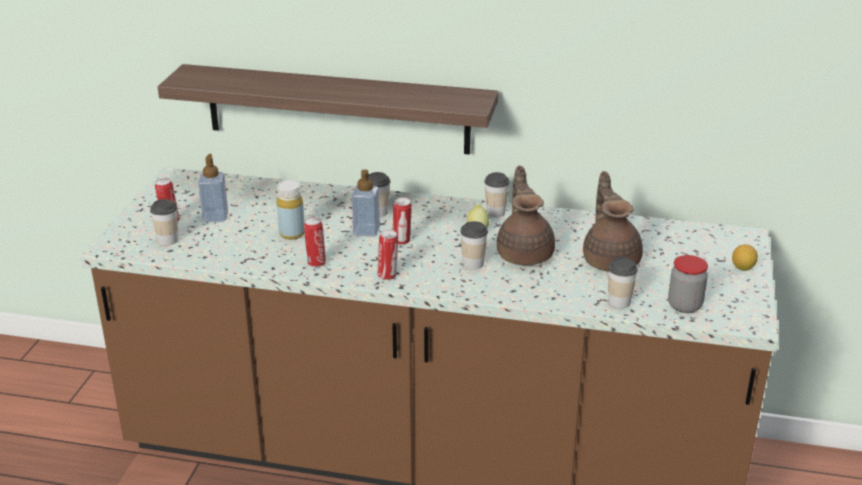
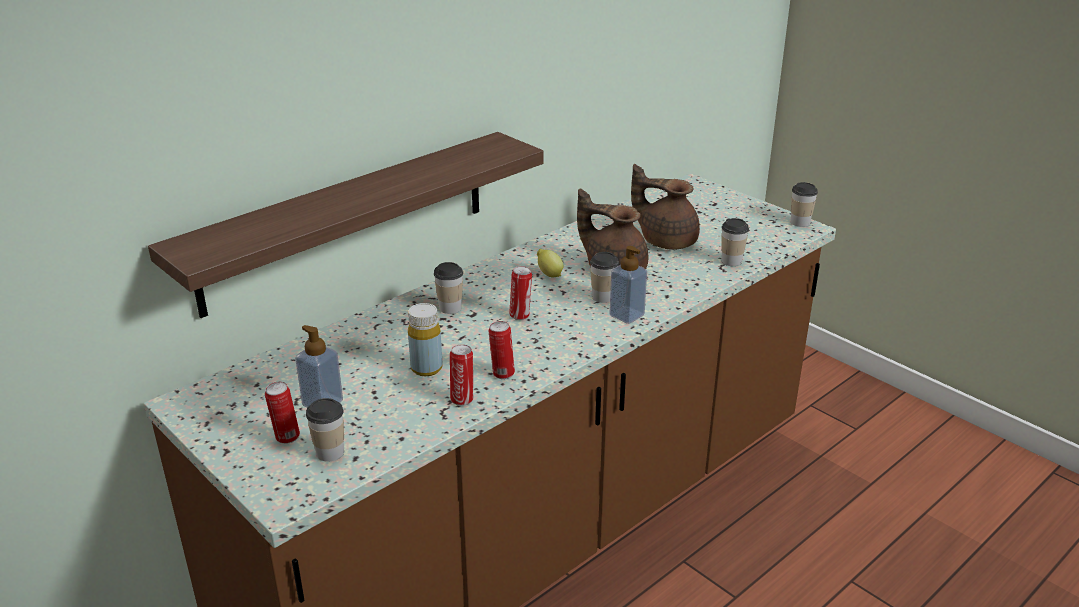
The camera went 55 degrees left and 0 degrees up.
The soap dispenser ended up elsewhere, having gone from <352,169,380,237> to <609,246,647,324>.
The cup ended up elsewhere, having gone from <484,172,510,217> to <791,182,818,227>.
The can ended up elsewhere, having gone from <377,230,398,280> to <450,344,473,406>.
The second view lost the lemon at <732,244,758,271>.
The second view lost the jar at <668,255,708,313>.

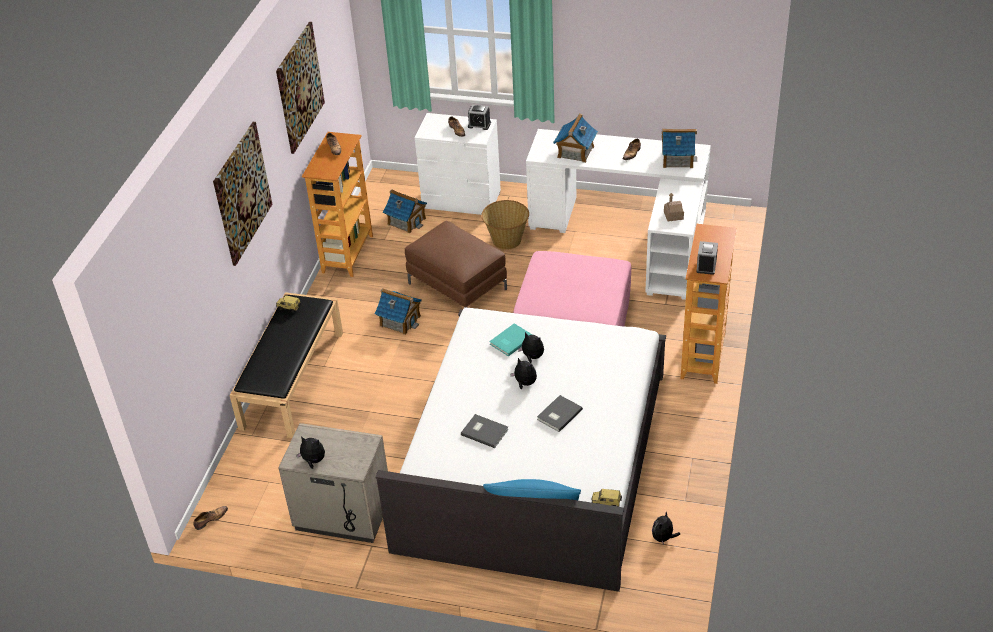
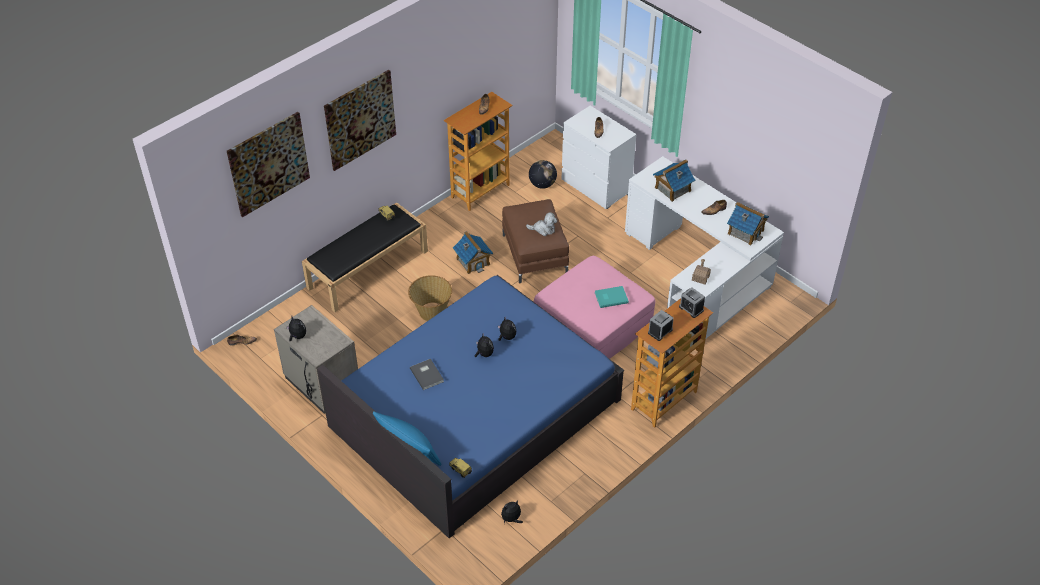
The camera went 30 degrees right and 5 degrees up.
The picture ended up elsewhere, having gone from <276,22,325,154> to <227,112,310,217>.
The alarm clock ended up elsewhere, having gone from <468,104,491,130> to <679,287,705,318>.
Where the toy house stood at <383,190,427,234>, the globe came to stand at <529,160,557,189>.
The basket ended up elsewhere, having gone from <481,200,529,250> to <408,275,452,321>.
What was the bed (white) at <376,308,666,592> turned into the bed (blue) at <317,275,624,538>.
The book (turquoise) ended up elsewhere, having gone from <489,323,532,356> to <595,286,629,308>.
The second view lost the book (grey) at <537,395,583,432>.
The second view gained the plush toy at <526,212,557,236>.

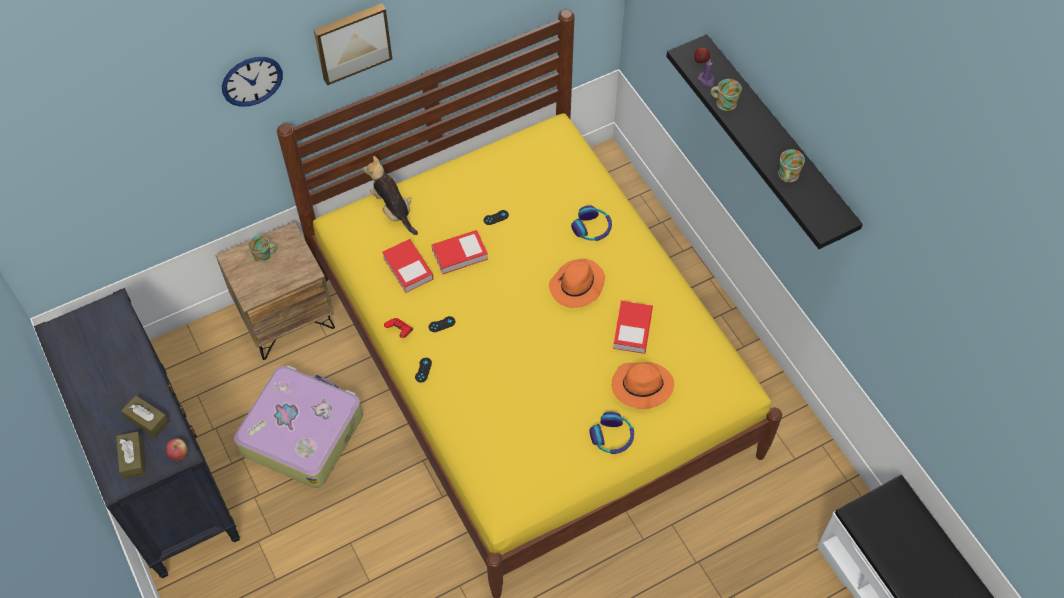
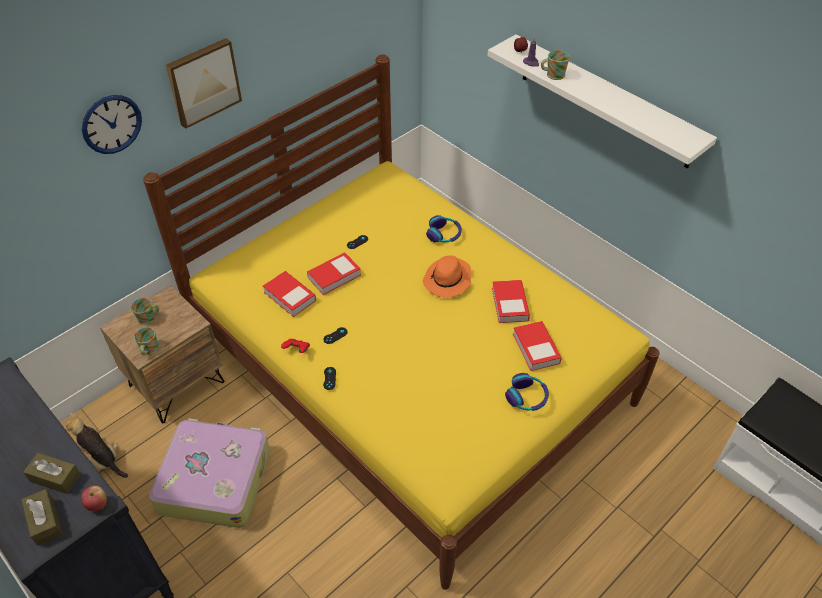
The camera went 15 degrees left and 10 degrees down.
What was the shelf (black) at <666,34,863,249> turned into the shelf (white) at <487,34,717,169>.
The mug ended up elsewhere, having gone from <778,149,805,182> to <134,327,159,355>.
The plush toy ended up elsewhere, having gone from <364,156,418,235> to <65,413,128,478>.
Where the hat (orange) stood at <612,362,674,409>, the book came to stand at <513,321,562,371>.

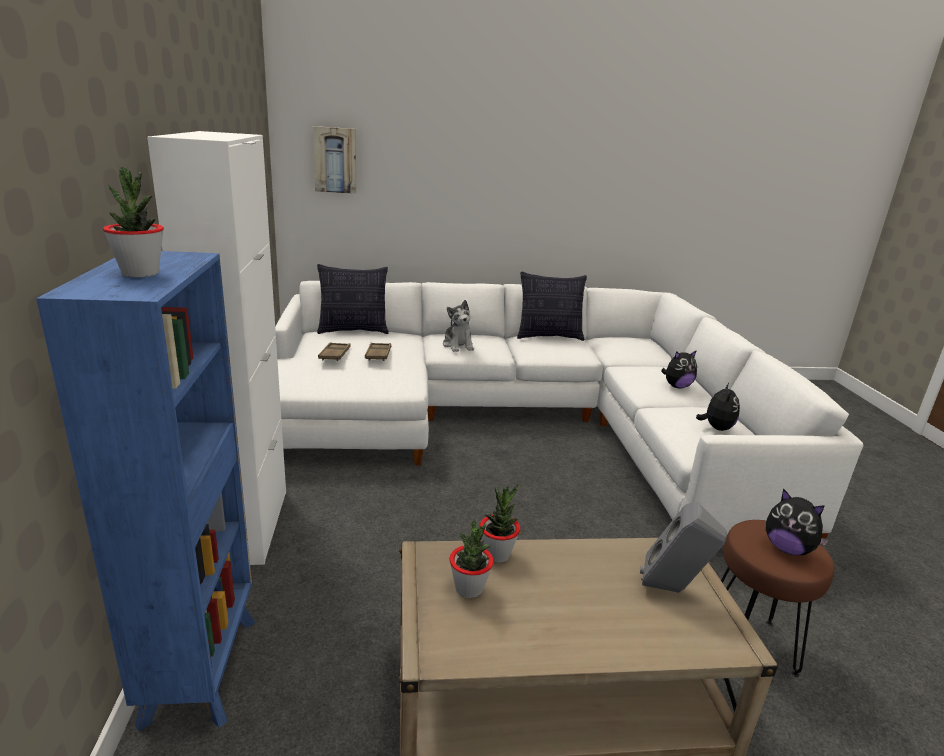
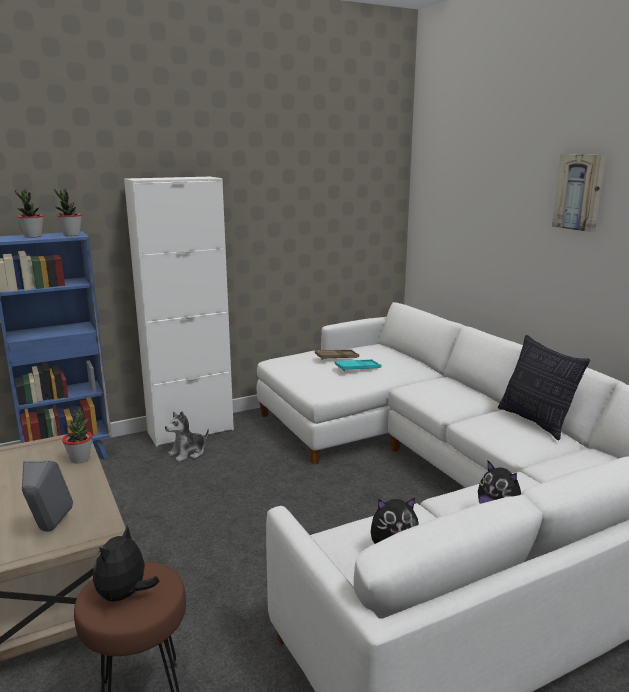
The camera went 70 degrees right and 5 degrees down.
The picture ended up elsewhere, having gone from <313,126,356,194> to <552,154,606,232>.
The second view lost the pillow at <317,264,389,334>.
The plush toy ended up elsewhere, having gone from <443,300,474,352> to <165,411,209,462>.
What was the tray (brown) at <365,343,391,361> turned into the tray (turquoise) at <335,359,381,371>.
The potted plant ended up elsewhere, having gone from <449,520,494,598> to <54,189,82,236>.

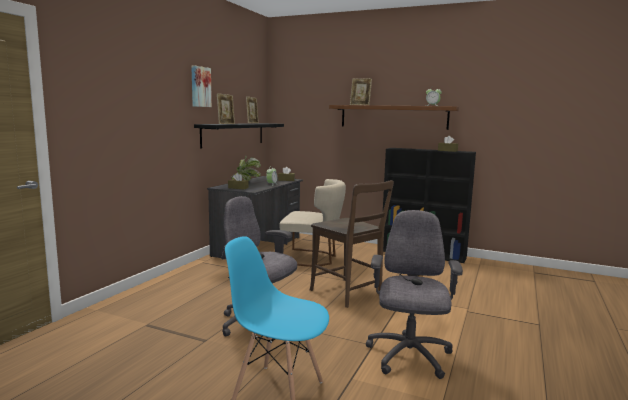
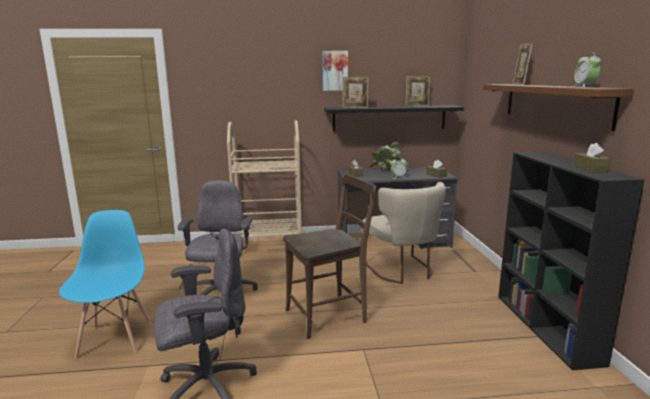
The camera went 60 degrees right and 5 degrees up.
The chair (brown) at <310,180,394,308> ended up facing another way, 135 degrees counterclockwise from before.
The second view gained the cart (beige) at <227,120,302,241>.

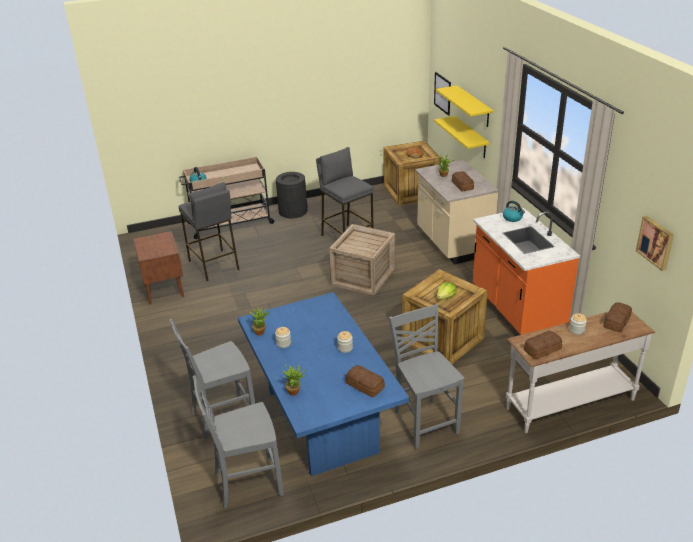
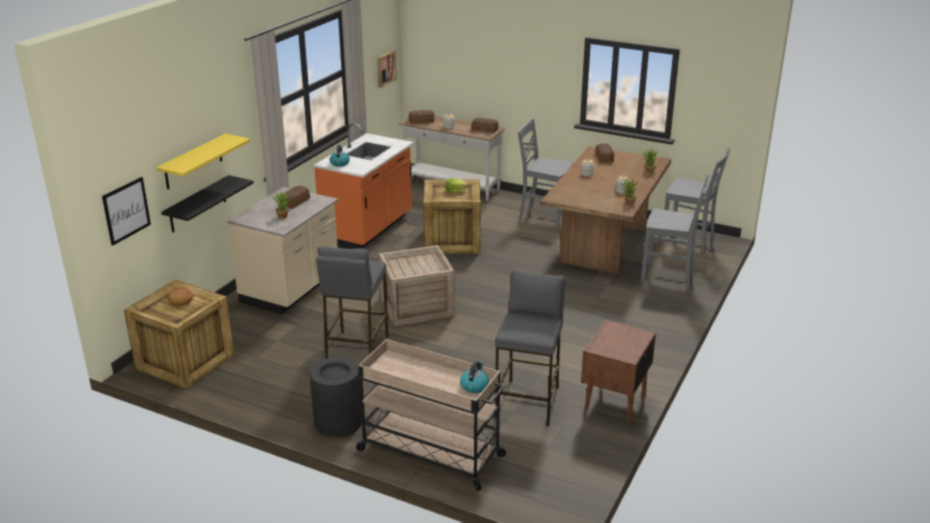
The camera went 135 degrees left and 5 degrees down.
What was the shelf (yellow) at <434,116,490,158> turned into the shelf (black) at <161,175,254,232>.
What was the dining table (blue) at <238,292,409,476> turned into the dining table (brown) at <540,147,671,274>.
The chair (grey) at <389,304,464,449> ended up facing another way, 90 degrees clockwise from before.

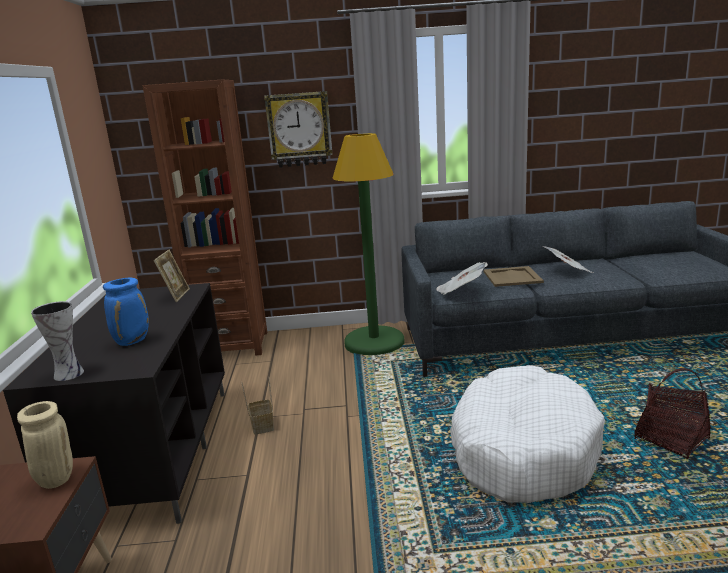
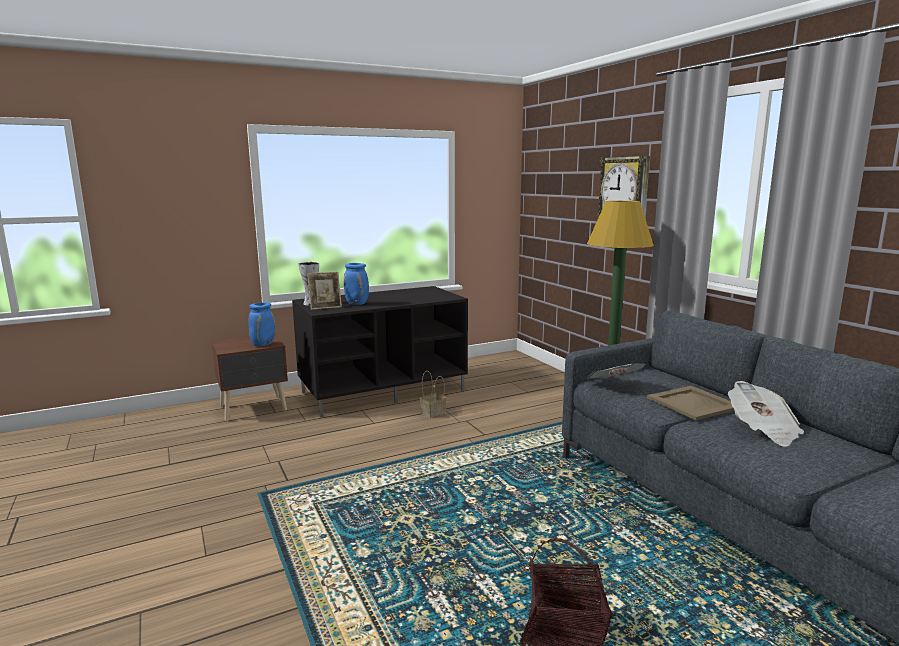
The camera went 65 degrees right and 5 degrees down.
The second view lost the bookcase (brown) at <143,80,267,356>.
The picture frame ended up elsewhere, having gone from <154,250,190,302> to <307,272,342,310>.
The second view lost the dog bed (white) at <450,365,605,503>.
What was the vase (beige) at <17,401,73,489> turned into the vase (blue) at <249,302,275,346>.

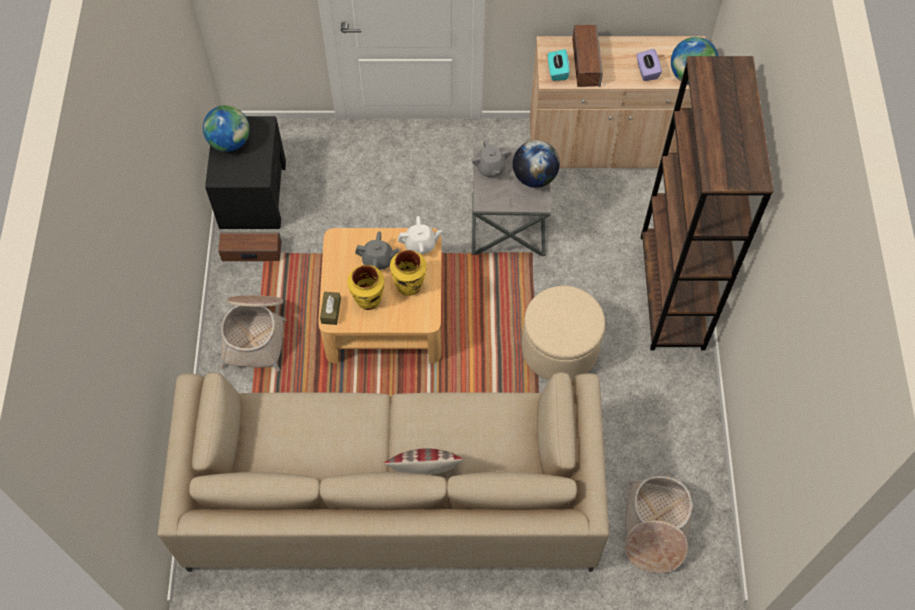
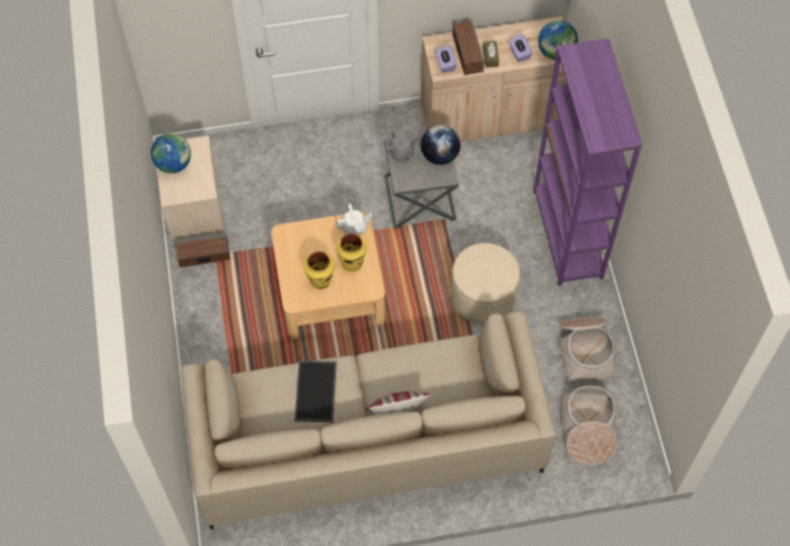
The camera went 10 degrees left and 0 degrees up.
What was the tissue box (turquoise) at <548,49,570,81> turned into the tissue box (purple) at <435,45,457,73>.
What was the bookcase (brown) at <641,56,774,351> turned into the bookcase (purple) at <533,38,642,286>.
What was the nightstand (black) at <205,116,286,229> turned into the nightstand (beige) at <157,136,225,240>.
The second view lost the teapot (grey) at <355,231,400,270>.
The tissue box (brown) ended up elsewhere, having gone from <320,292,341,325> to <483,41,499,68>.
The basket ended up elsewhere, having gone from <220,295,287,372> to <557,317,617,386>.
The second view gained the tray at <295,361,337,422>.

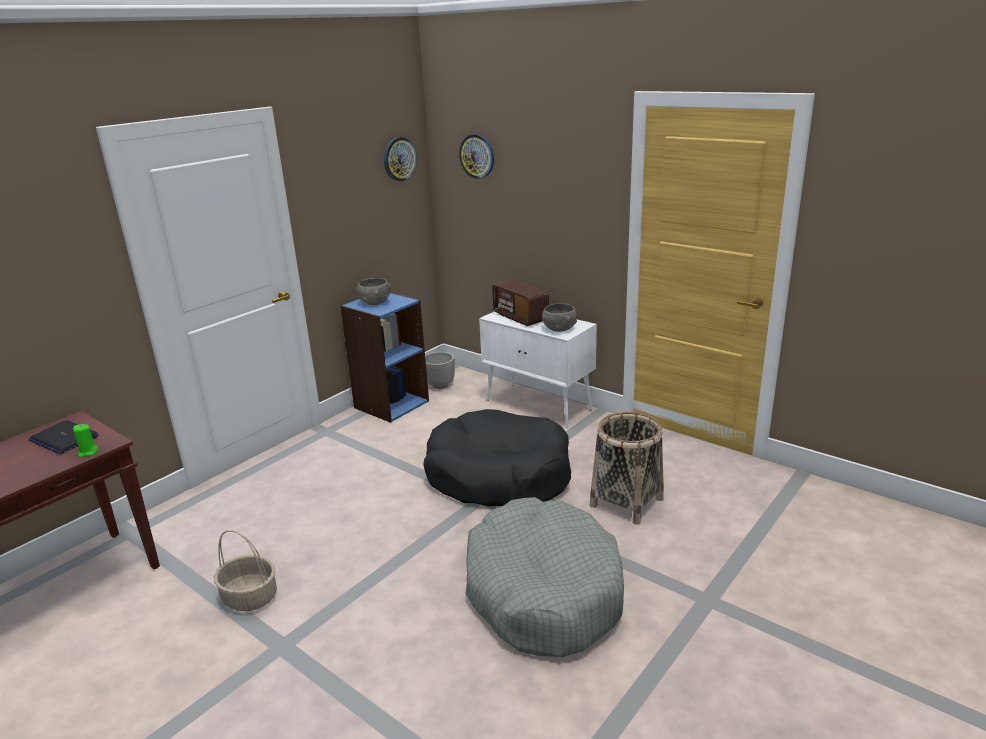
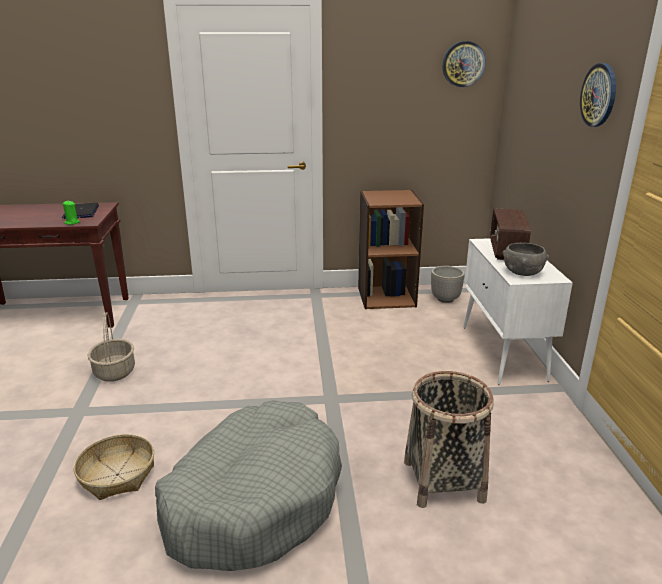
The camera went 45 degrees right and 0 degrees up.
The wall clock ended up elsewhere, having gone from <459,134,494,179> to <580,63,616,127>.
The second view lost the bowl (grey) at <356,278,391,305>.
What was the bookcase (blue) at <340,292,429,423> turned into the bookcase (brown) at <358,190,424,309>.
The second view lost the dog bed (black) at <423,409,571,506>.
The second view gained the basket at <74,434,154,500>.

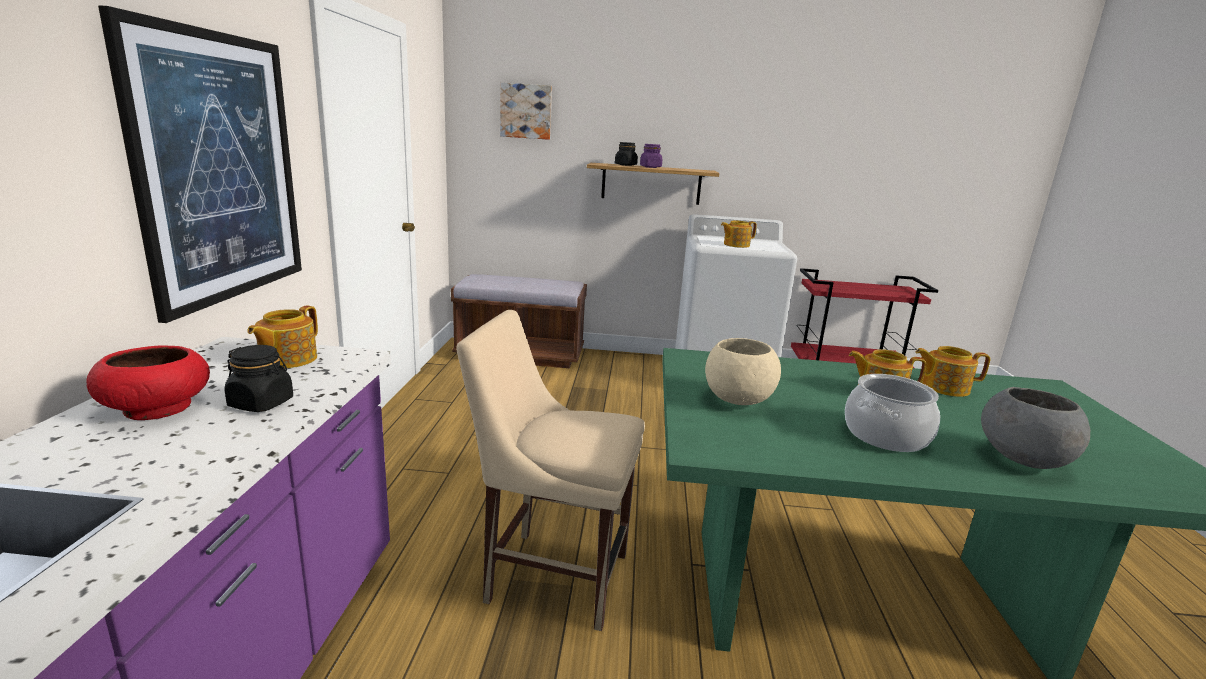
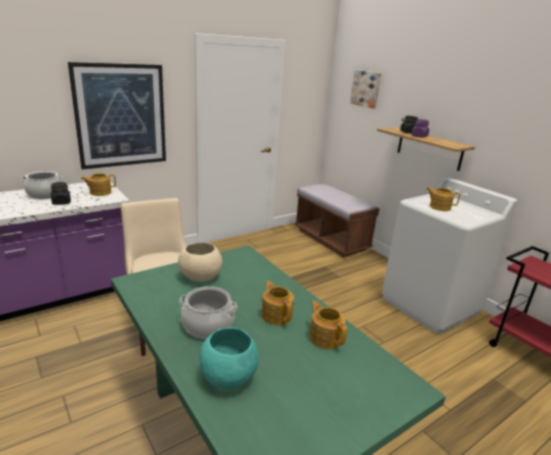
The camera went 50 degrees right and 5 degrees up.
Where the bowl (red) stood at <87,346,210,420>, the cooking pot came to stand at <21,171,63,199>.
What was the bowl (grey) at <981,387,1090,469> turned into the bowl (turquoise) at <199,327,259,389>.

